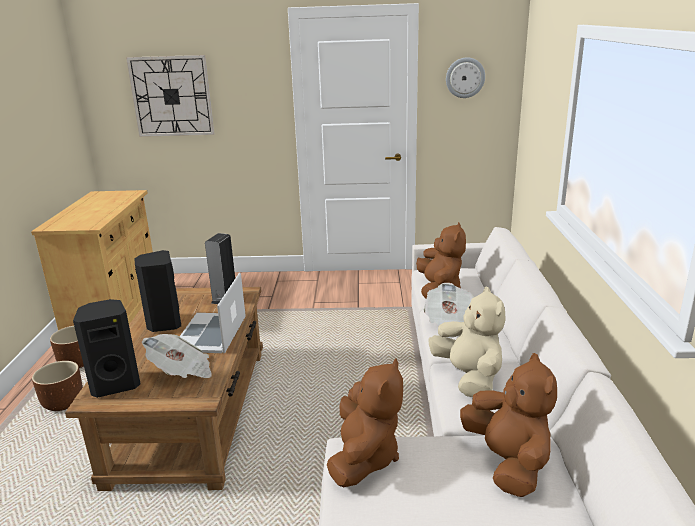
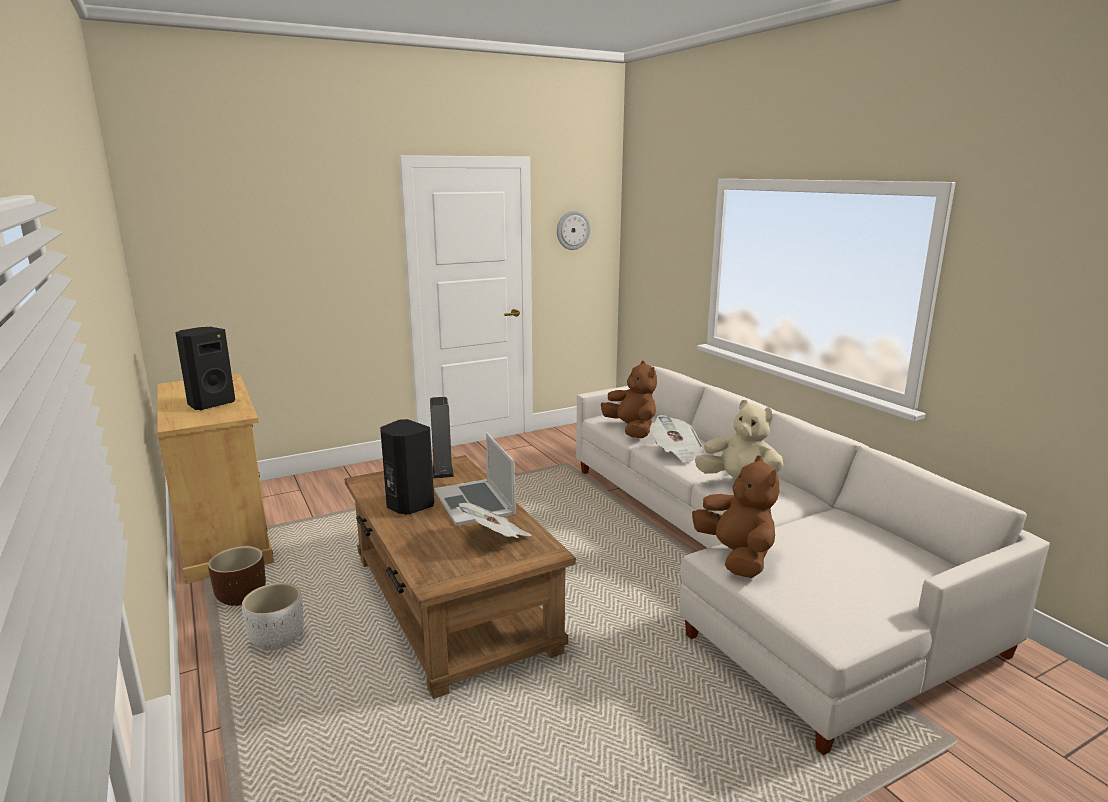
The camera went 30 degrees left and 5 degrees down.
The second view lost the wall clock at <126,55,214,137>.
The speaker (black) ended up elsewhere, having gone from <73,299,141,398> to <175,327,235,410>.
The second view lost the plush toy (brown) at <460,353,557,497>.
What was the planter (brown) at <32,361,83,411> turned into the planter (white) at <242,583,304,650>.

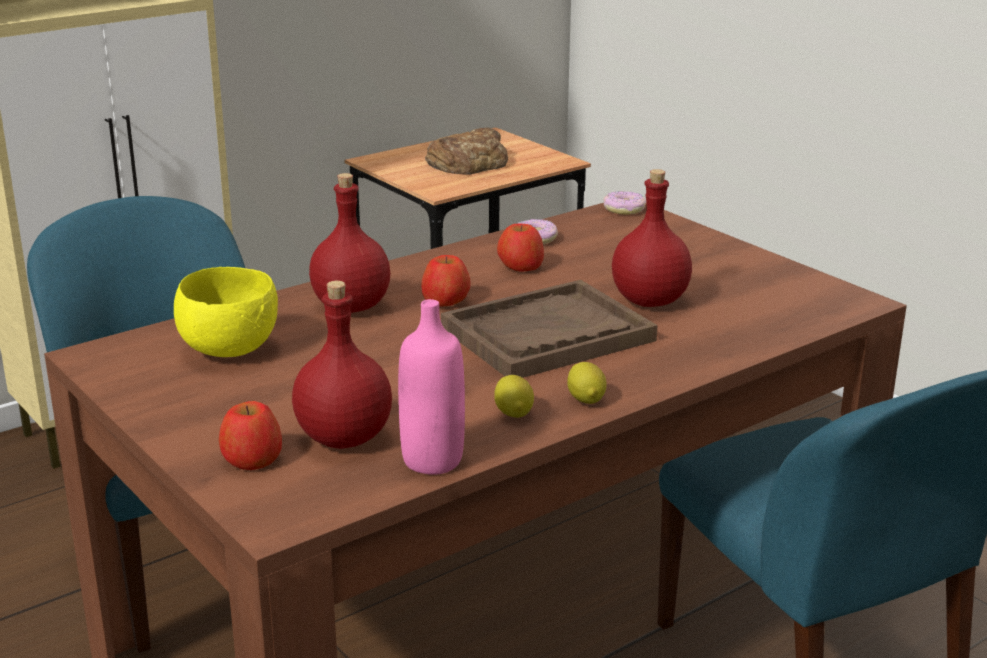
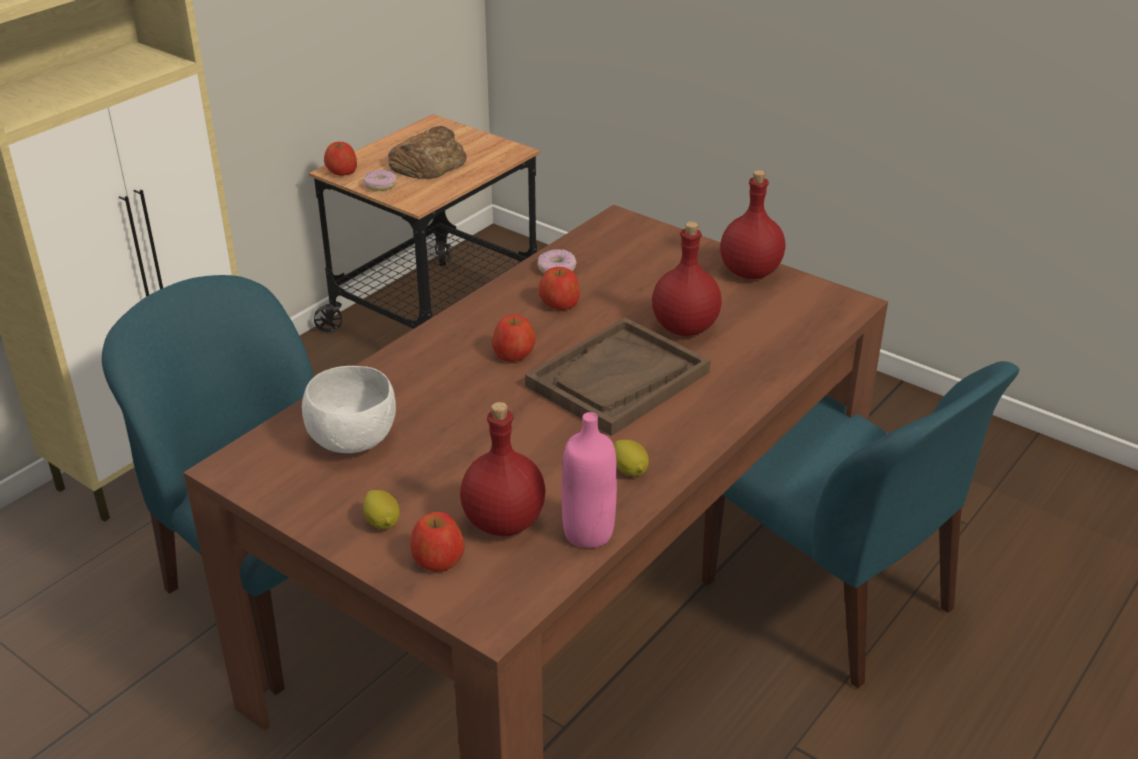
The camera went 15 degrees left and 10 degrees up.
The bottle (red) ended up elsewhere, having gone from <309,173,390,313> to <720,170,785,279>.
The donut ended up elsewhere, having gone from <603,191,646,215> to <363,170,397,191>.
What was the bowl (yellow) at <174,267,278,357> turned into the bowl (white) at <302,366,396,453>.
The lemon ended up elsewhere, having gone from <567,362,607,404> to <363,490,400,529>.
The second view gained the apple at <324,142,357,176>.

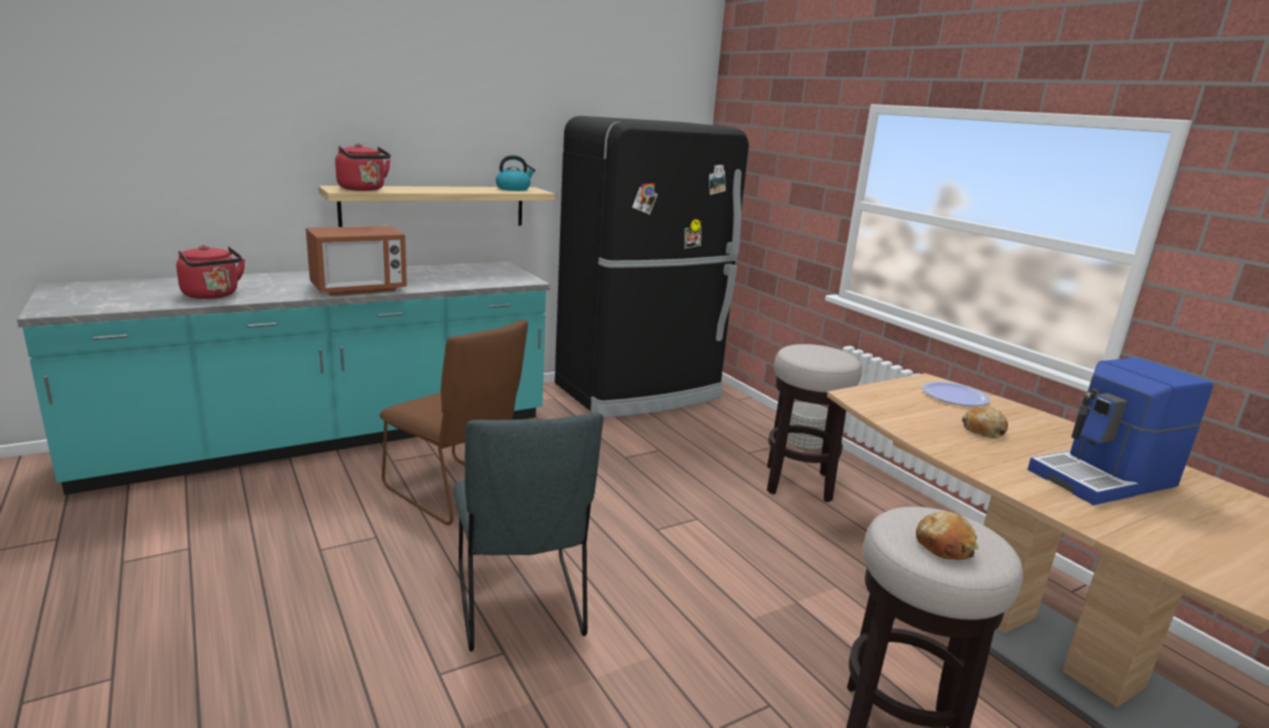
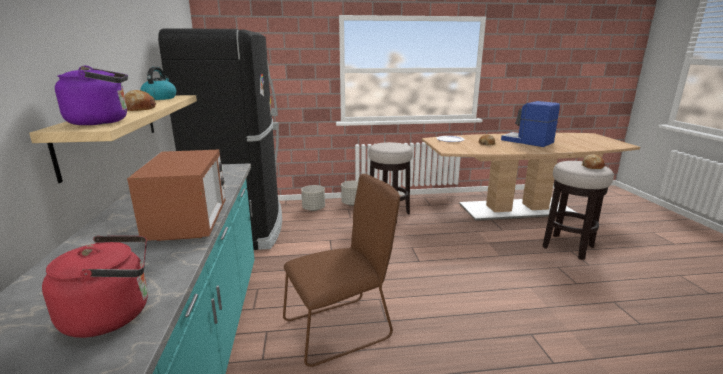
The camera went 65 degrees left and 0 degrees up.
What was the kettle (red) at <335,143,391,191> turned into the kettle (purple) at <55,66,128,125>.
The coffee machine at <1028,358,1213,505> ended up facing another way, 135 degrees clockwise from before.
The second view lost the chair (grey) at <454,412,603,652>.
The second view gained the bread at <125,90,156,111>.
The second view gained the planter (grey) at <301,185,325,211>.

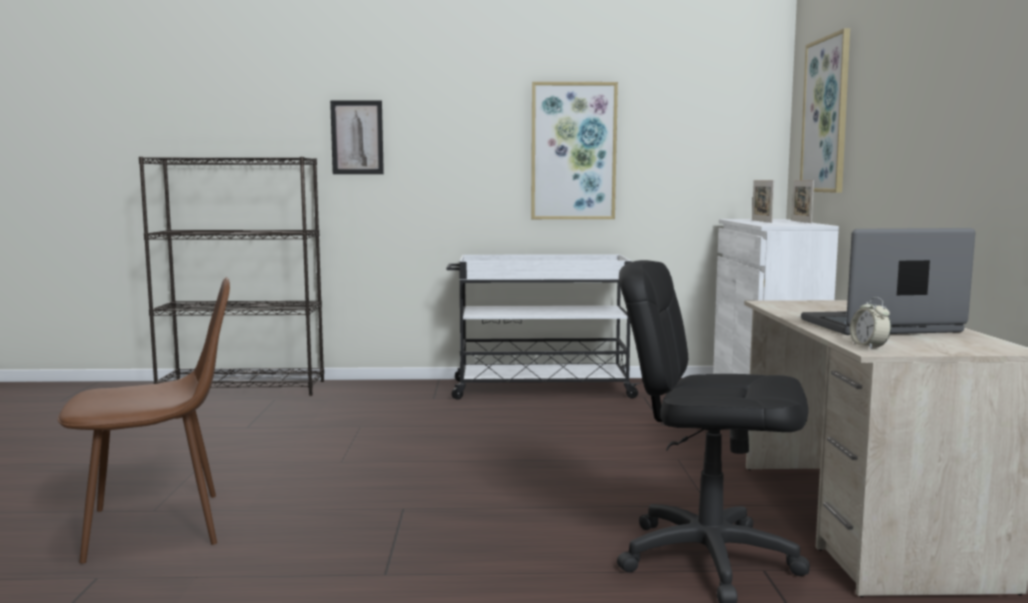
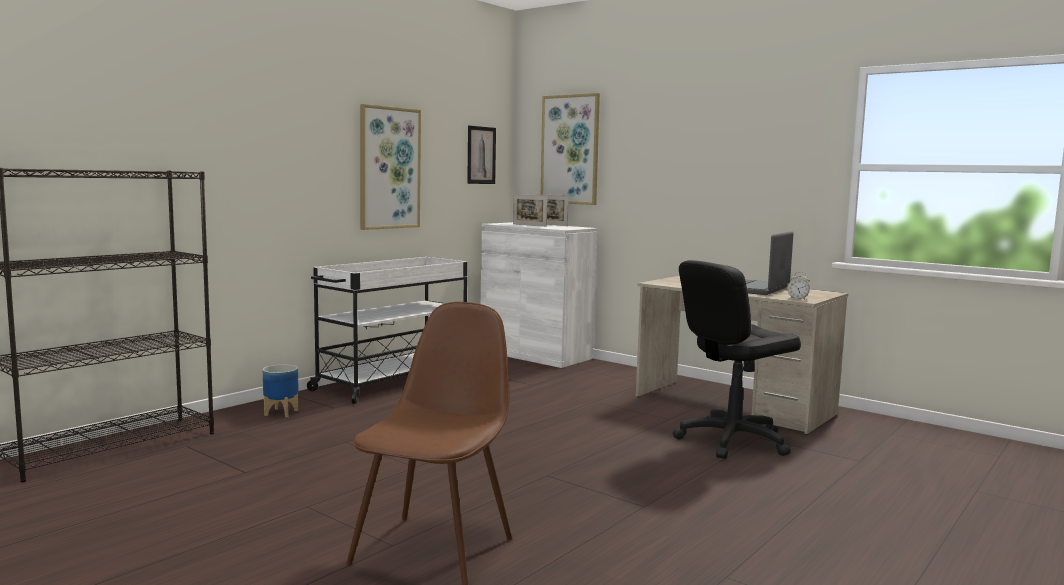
The camera went 50 degrees left and 0 degrees up.
The picture ended up elsewhere, having gone from <330,100,384,174> to <467,125,496,184>.
The second view gained the planter at <263,364,299,418>.

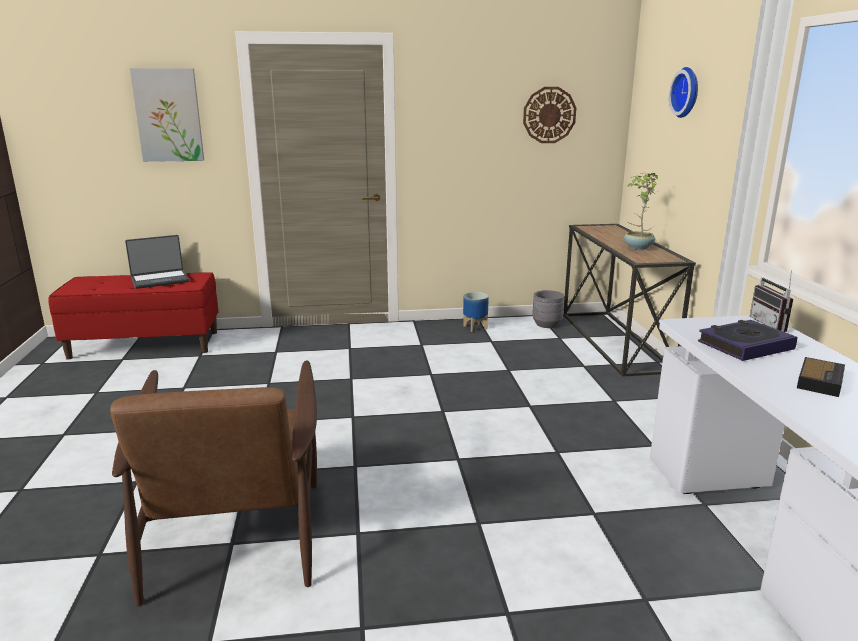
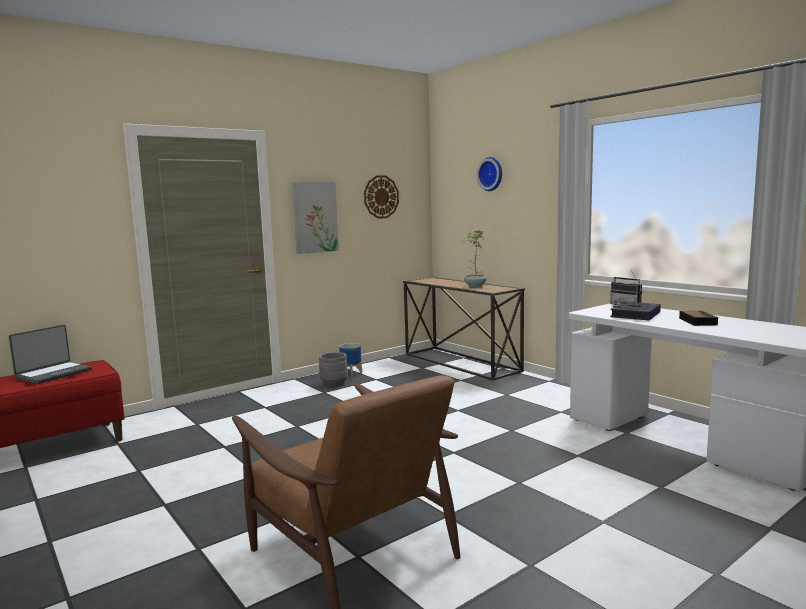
The camera went 30 degrees left and 10 degrees down.
The picture ended up elsewhere, having gone from <130,68,204,162> to <292,182,339,254>.
The planter (grey) ended up elsewhere, having gone from <532,290,564,328> to <319,352,348,386>.

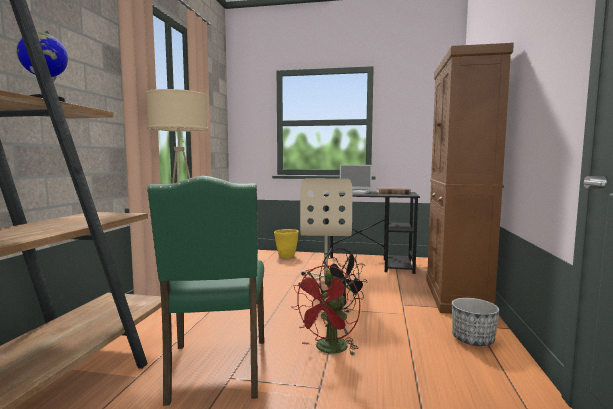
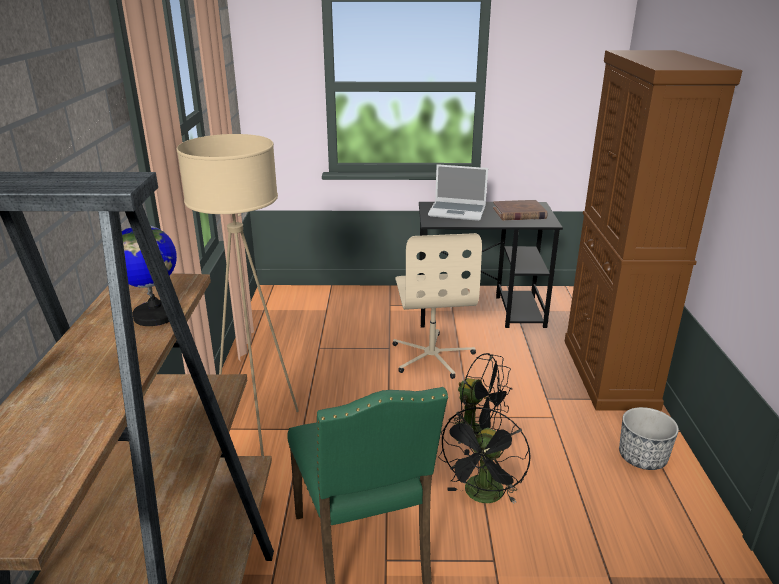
The camera went 10 degrees left and 20 degrees up.
The second view lost the planter (yellow) at <274,229,299,258>.
What was the fan (red) at <292,265,360,356> turned into the fan (black) at <438,407,531,503>.

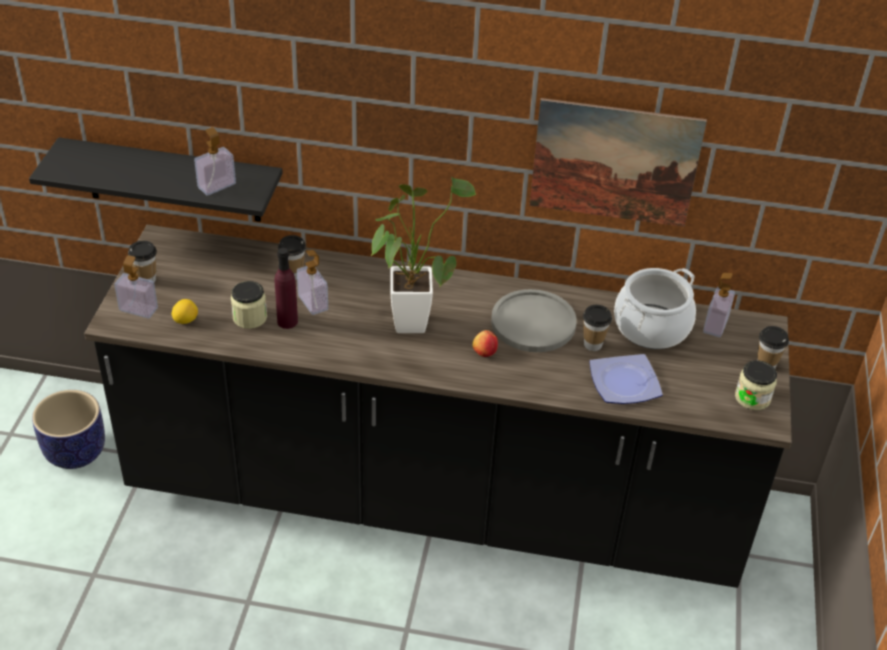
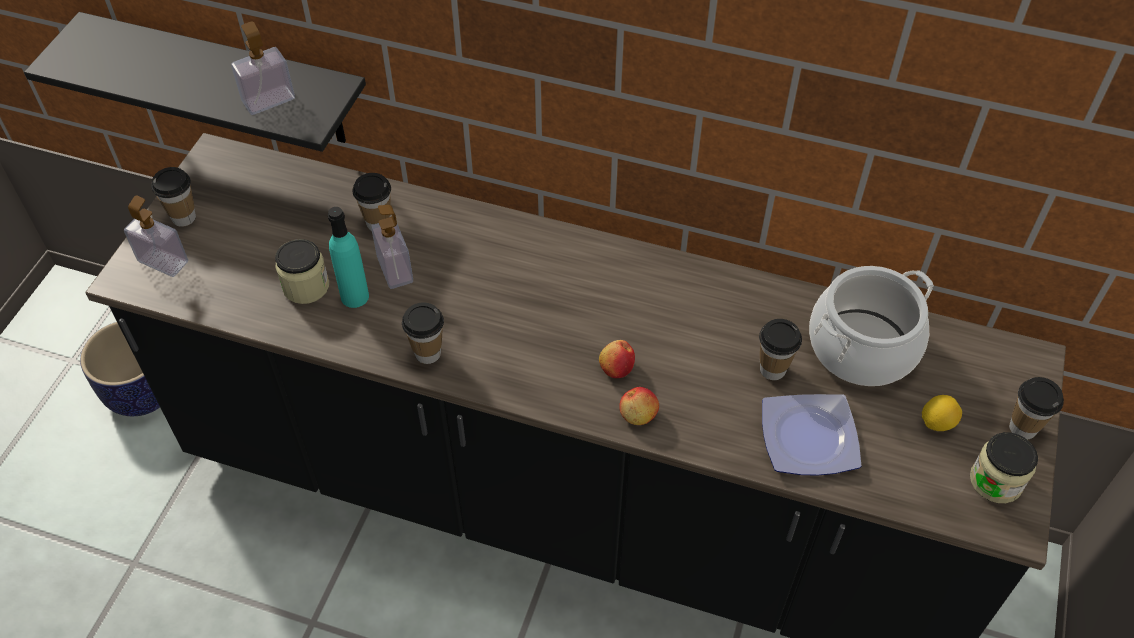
The camera went 10 degrees right and 10 degrees up.
The second view lost the picture at <530,98,707,227>.
The second view lost the potted plant at <371,177,477,333>.
What was the bottle (purple) at <275,248,298,329> turned into the bottle (turquoise) at <328,207,369,308>.
The second view lost the soap dispenser at <703,273,735,337>.
The second view lost the plate (grey) at <491,289,576,352>.
The lemon ended up elsewhere, having gone from <172,299,198,324> to <922,395,962,431>.
The second view gained the cup at <402,302,444,364>.
The second view gained the apple at <619,387,659,425>.

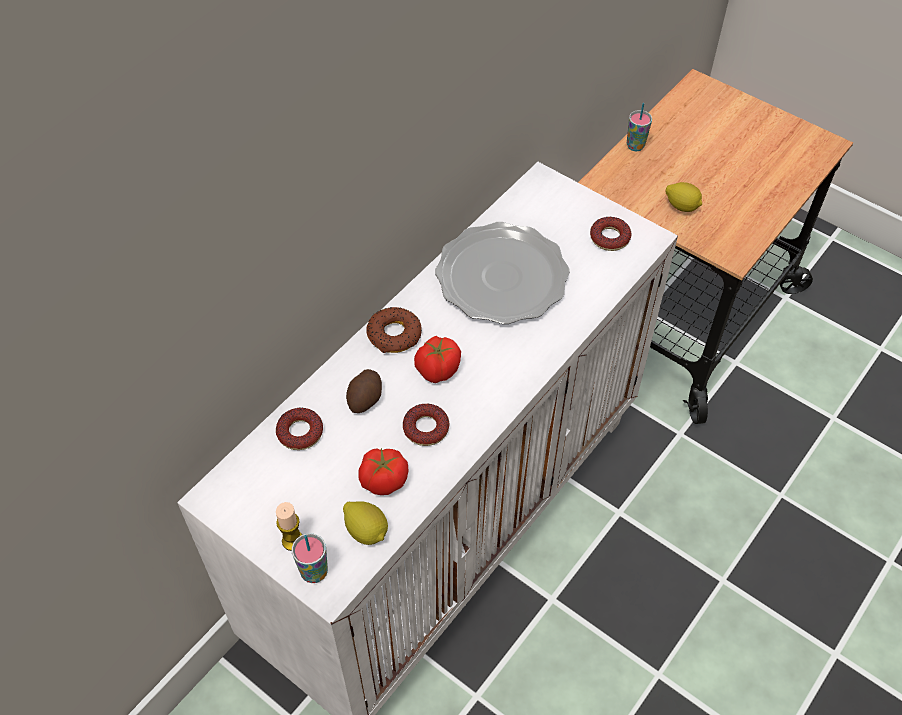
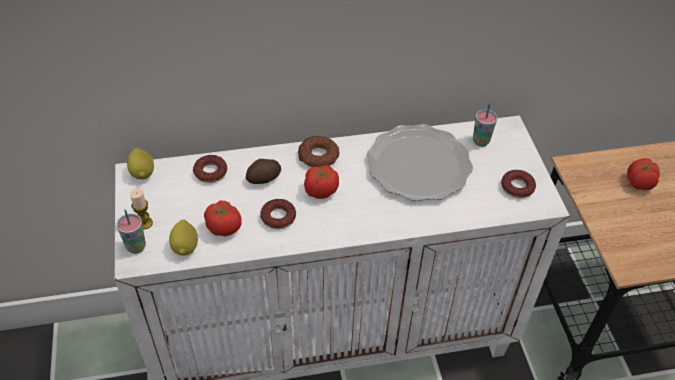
The camera went 40 degrees right and 5 degrees down.
The cup ended up elsewhere, having gone from <627,103,652,151> to <473,103,497,147>.
The lemon ended up elsewhere, having gone from <666,182,702,212> to <127,148,154,179>.
The second view gained the tomato at <627,158,660,190>.

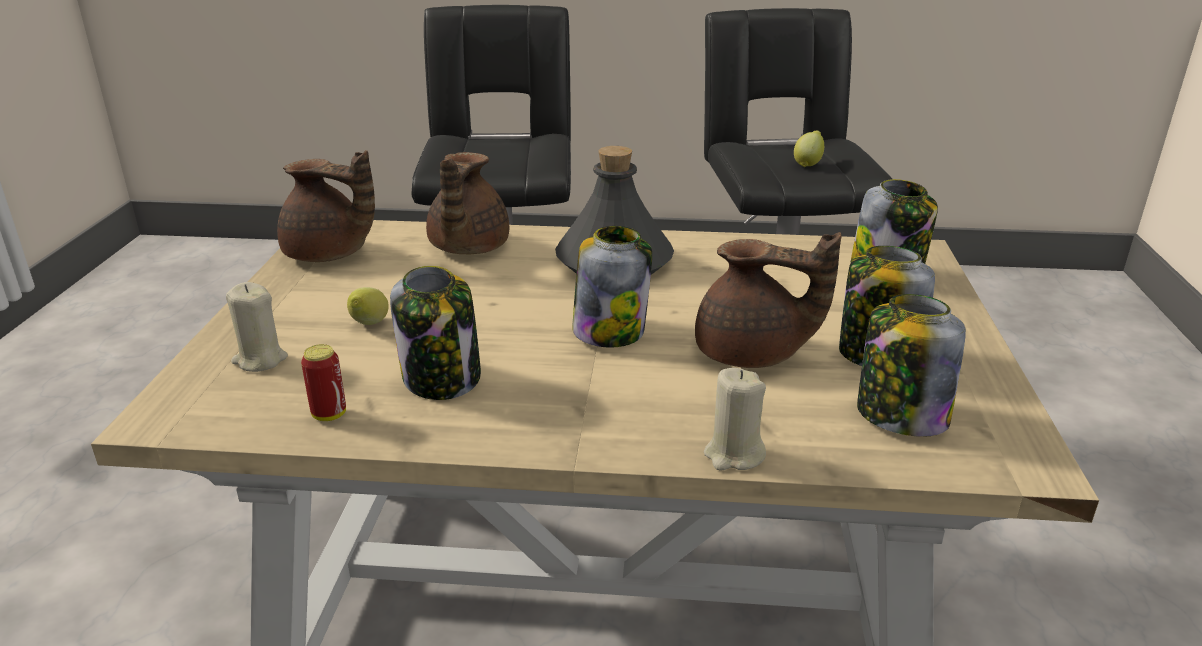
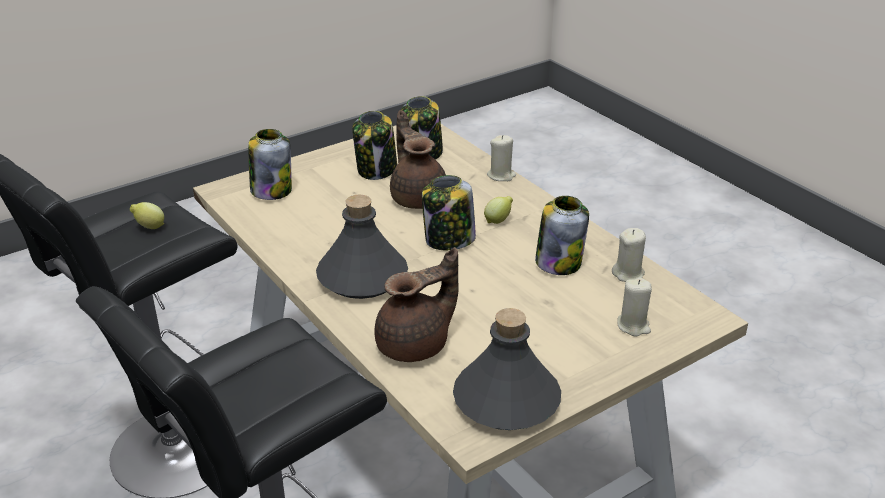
The camera went 130 degrees left and 5 degrees up.
Where the teapot (brown) stood at <277,150,375,262>, the bottle (grey) came to stand at <453,308,561,430>.
The lemon ended up elsewhere, having gone from <347,287,389,325> to <484,196,513,224>.
Where the can stood at <301,344,346,421>, the candle (beige) came to stand at <612,228,646,282>.

